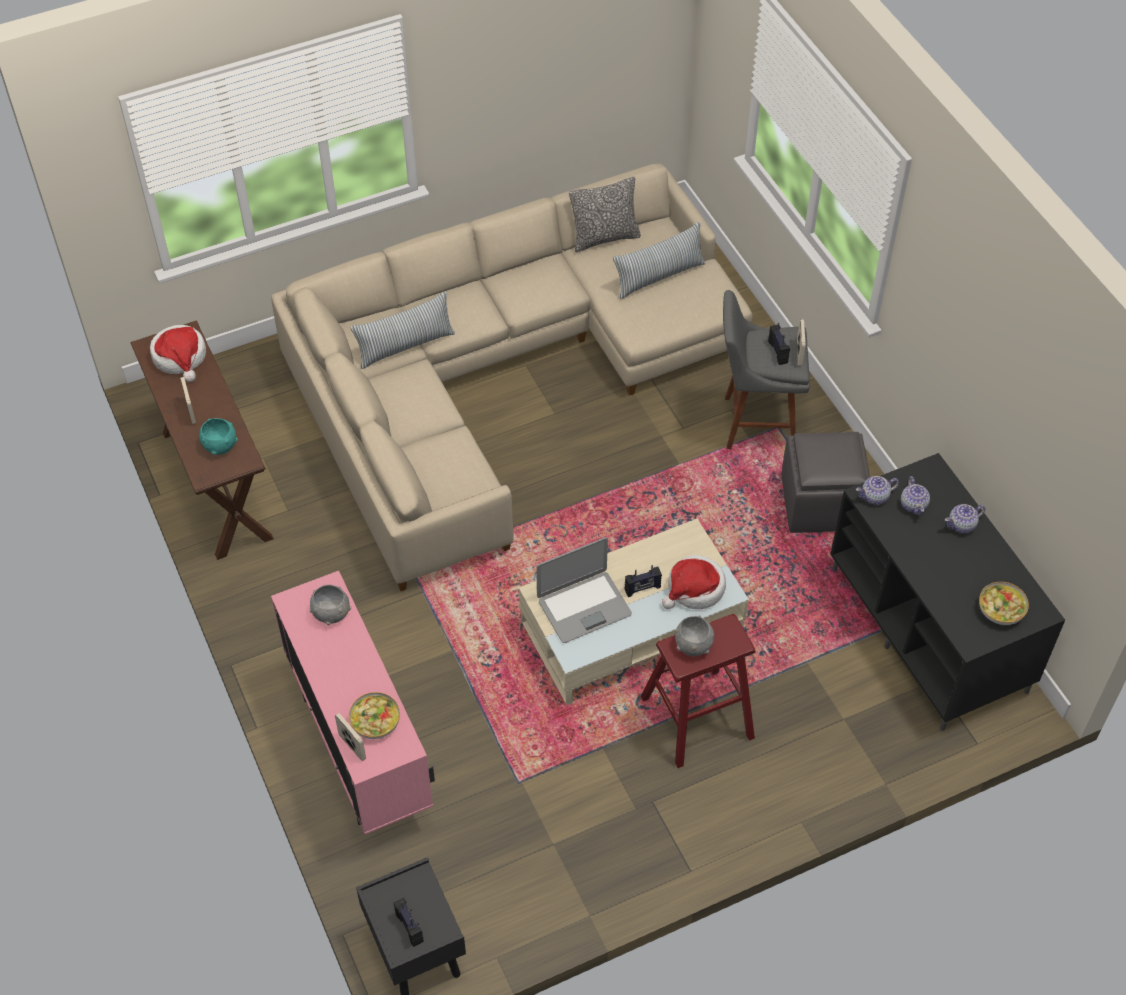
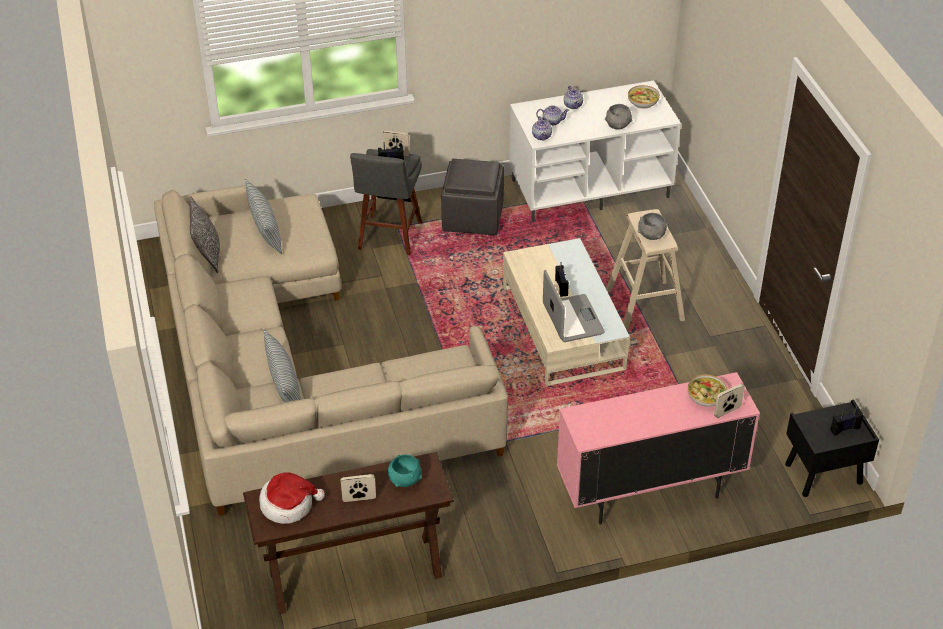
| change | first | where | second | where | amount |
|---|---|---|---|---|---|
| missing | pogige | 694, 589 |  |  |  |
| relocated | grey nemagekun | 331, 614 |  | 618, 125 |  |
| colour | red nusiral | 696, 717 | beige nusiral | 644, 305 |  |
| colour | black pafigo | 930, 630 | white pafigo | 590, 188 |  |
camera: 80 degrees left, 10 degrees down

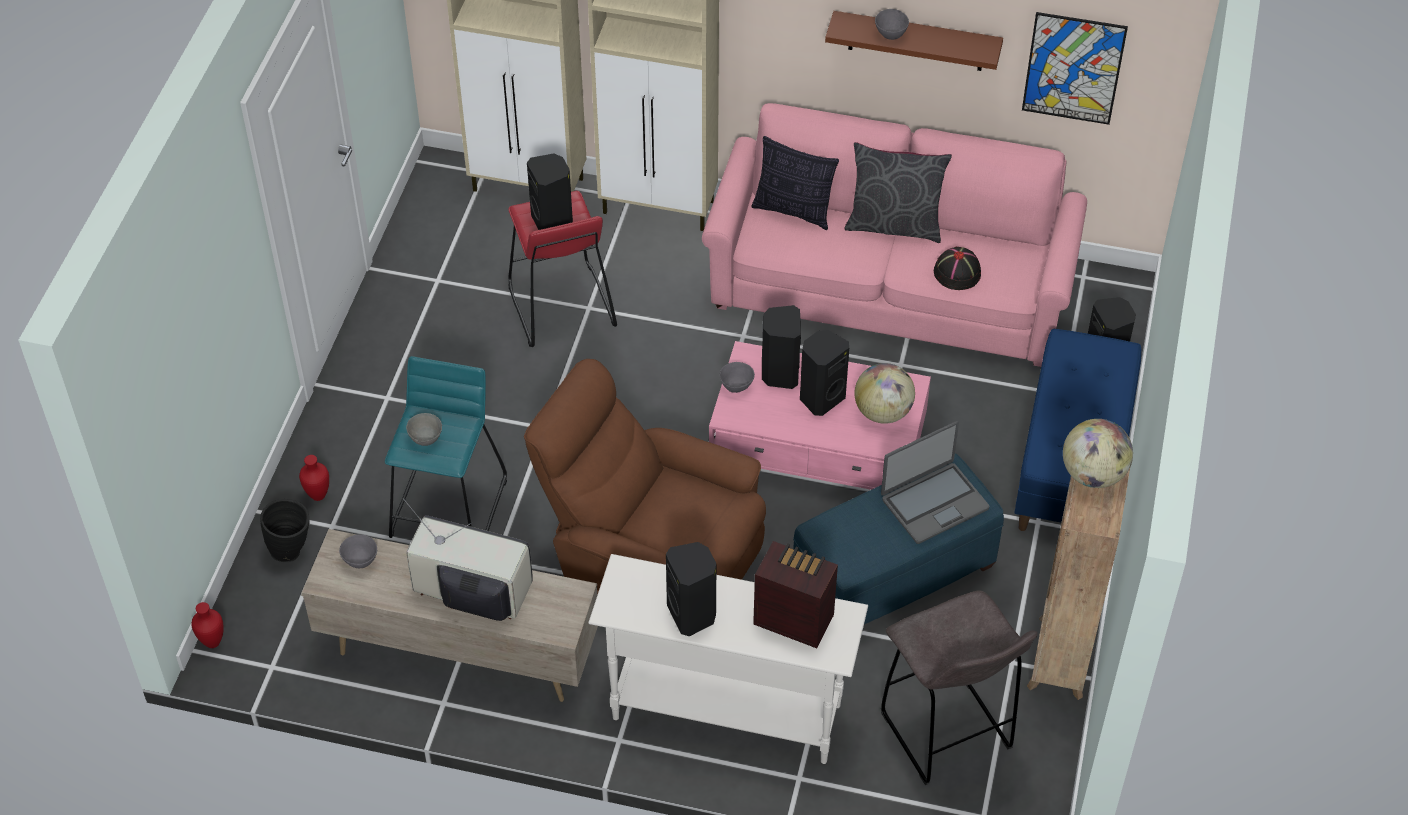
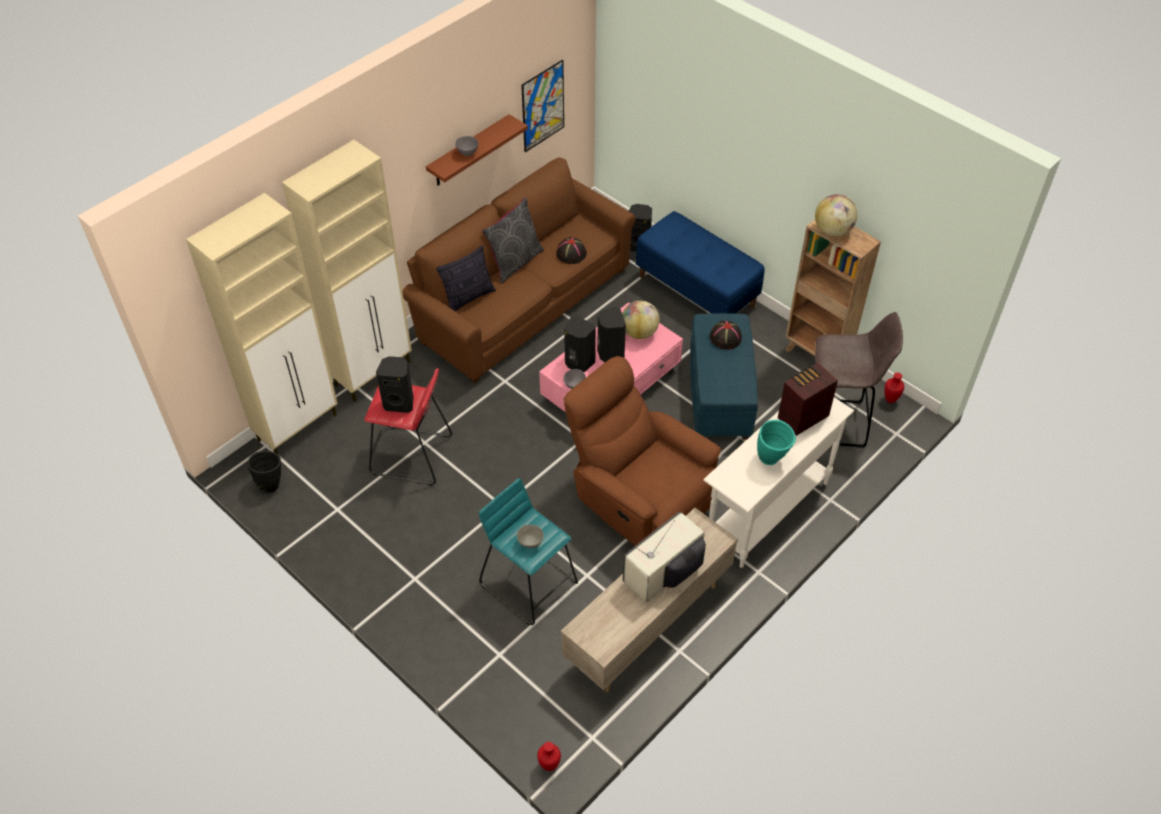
| change | first | where | second | where | amount |
|---|---|---|---|---|---|
| missing | grey nemagekun | 361, 561 |  |  |  |
| relocated | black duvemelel | 292, 550 |  | 271, 483 |  |
| relocated | red duvemelel | 319, 495 |  | 890, 399 |  |
| exchanged | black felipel | 693, 614 | turquoise duvemelel | 772, 460 |  |
| exchanged | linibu | 933, 503 | black pogige | 725, 337 |  |
| colour | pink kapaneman | 891, 288 | brown kapaneman | 521, 302 |  |
| spun | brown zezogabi | 651, 560 |  | 639, 498 | 75 degrees clockwise |
camera: 60 degrees left, 0 degrees up

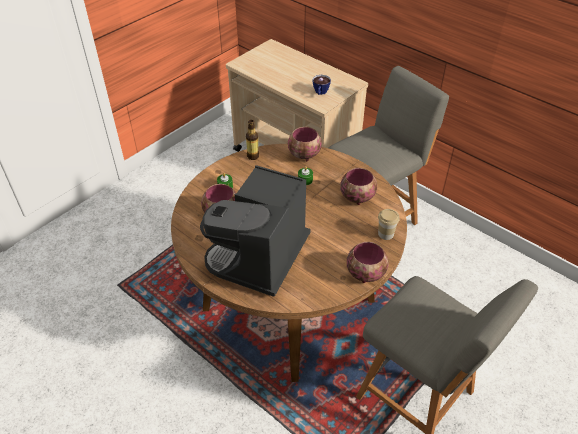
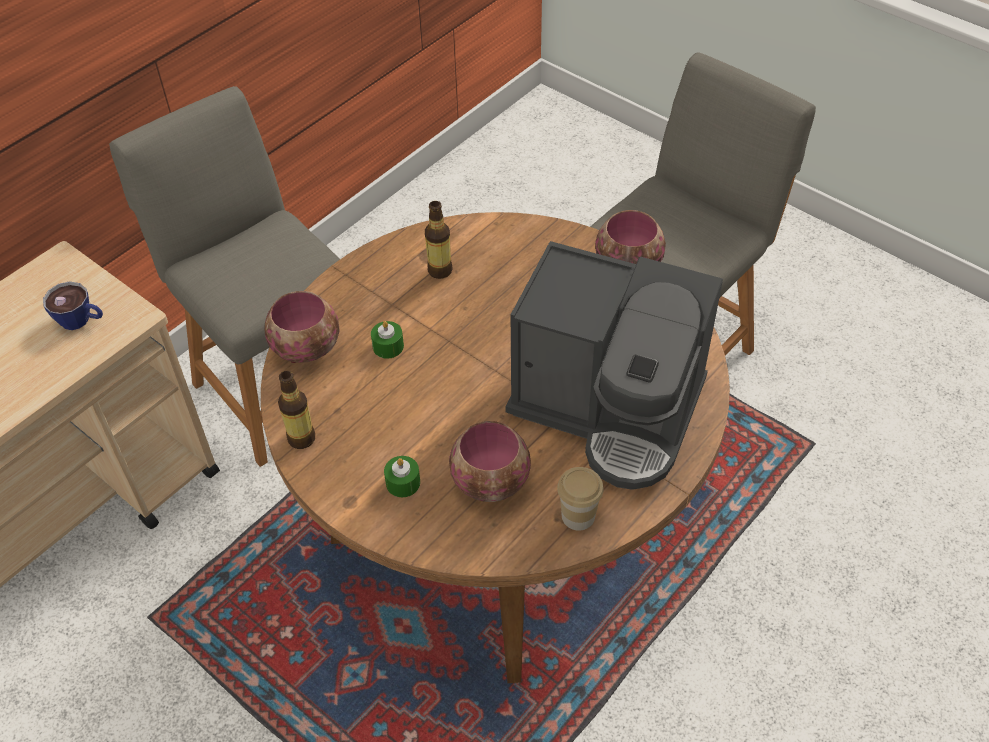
| change | first | where | second | where | amount |
|---|---|---|---|---|---|
| relocated | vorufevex | 386, 234 |  | 578, 516 |  |
| exchanged | nemagekun | 357, 197 | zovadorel | 440, 270 |  |
camera: 90 degrees left, 5 degrees up

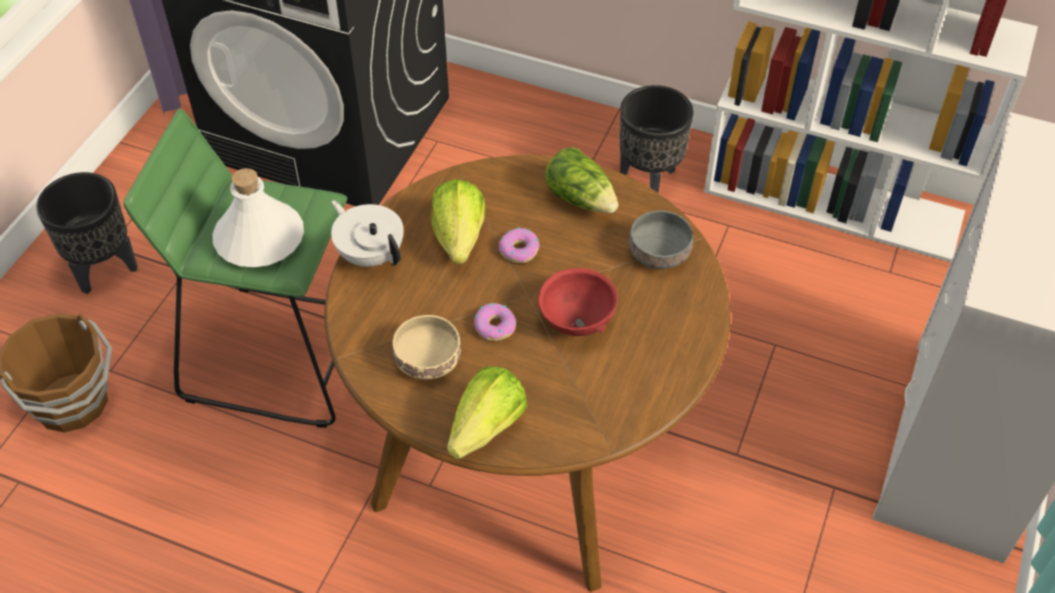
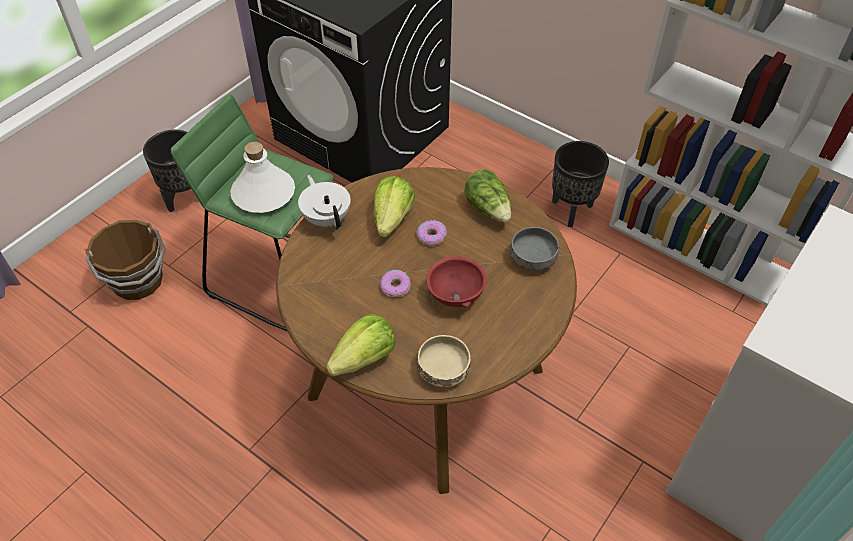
| change | first | where | second | where | amount |
|---|---|---|---|---|---|
| relocated | beige nemagekun | 429, 359 |  | 445, 369 |  |
camera: 15 degrees right, 0 degrees up

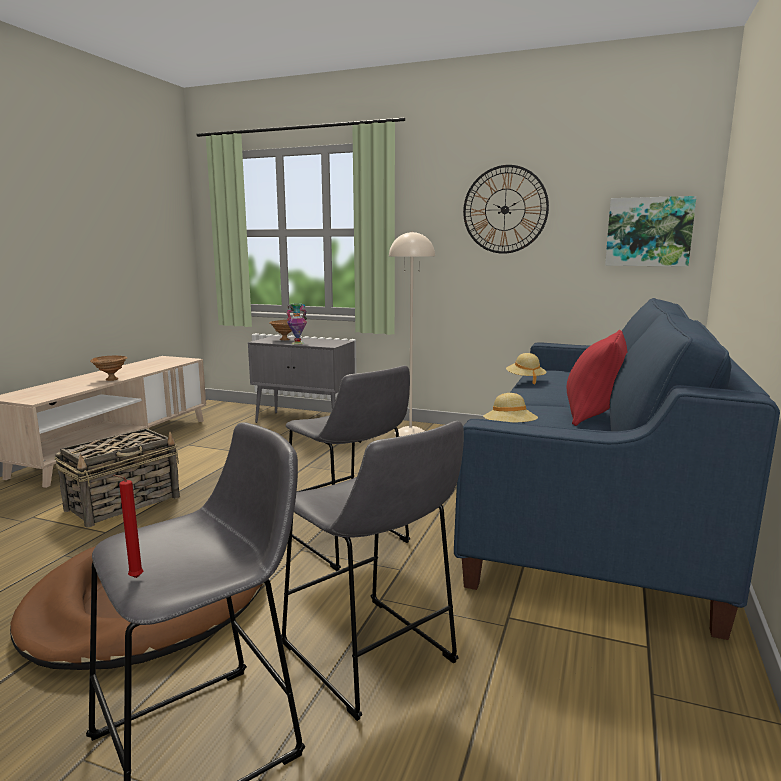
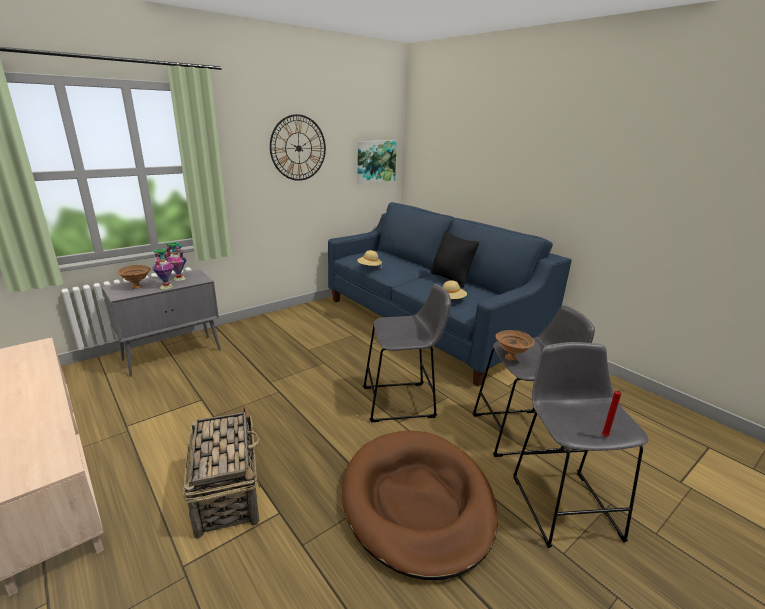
| change | first | where | second | where | amount |
|---|---|---|---|---|---|
| missing | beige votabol | 410, 432 |  |  |  |
| appeared |  |  | duvemelel | 179, 278 |  |
| relocated | brown nemagekun | 111, 379 |  | 512, 358 |  |
| colour | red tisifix | 593, 415 | black tisifix | 451, 279 |  |
camera: 60 degrees left, 10 degrees up

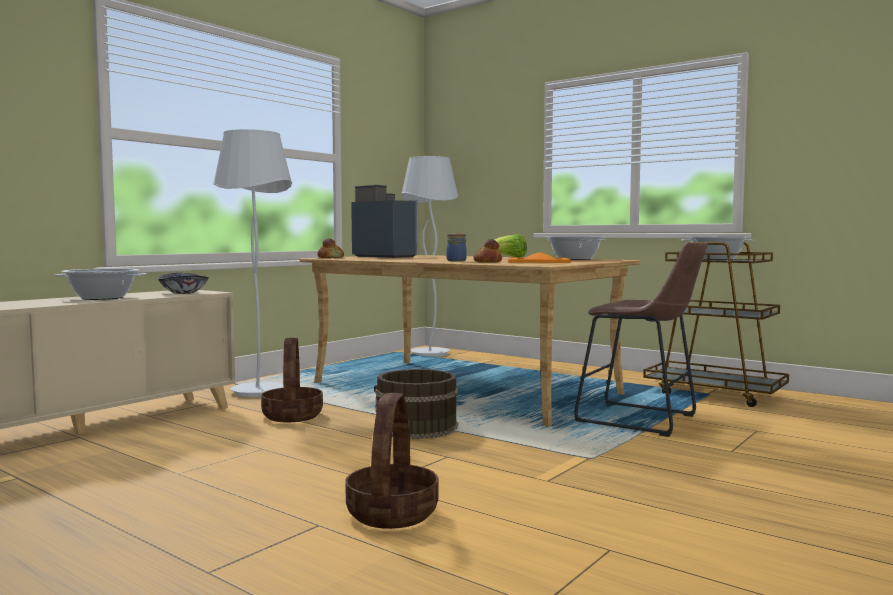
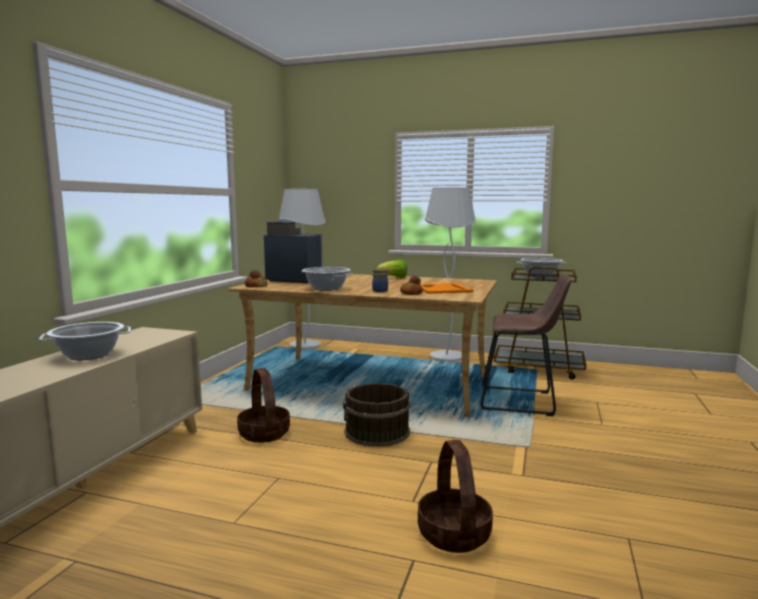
| change | first | where | second | where | amount |
|---|---|---|---|---|---|
| missing | nemagekun | 183, 293 |  |  |  |
| relocated | white votabol | 257, 392 |  | 446, 357 |  |
| relocated | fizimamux | 574, 259 |  | 326, 288 |  |
camera: 20 degrees left, 5 degrees up

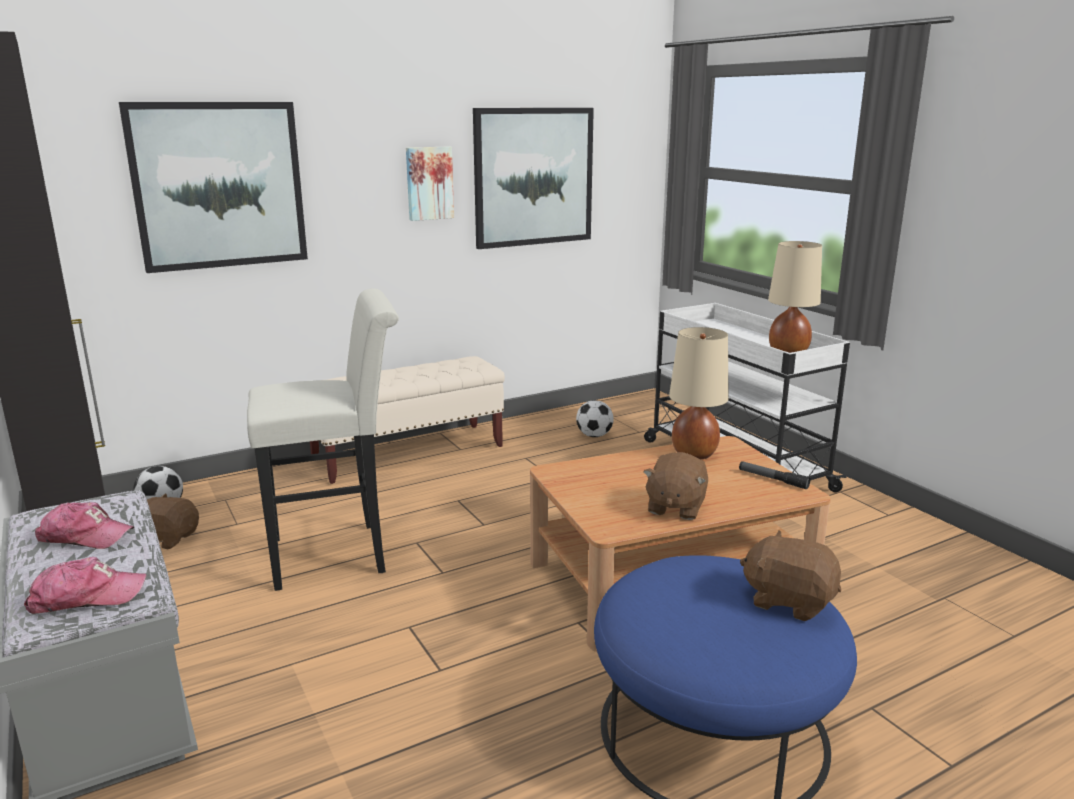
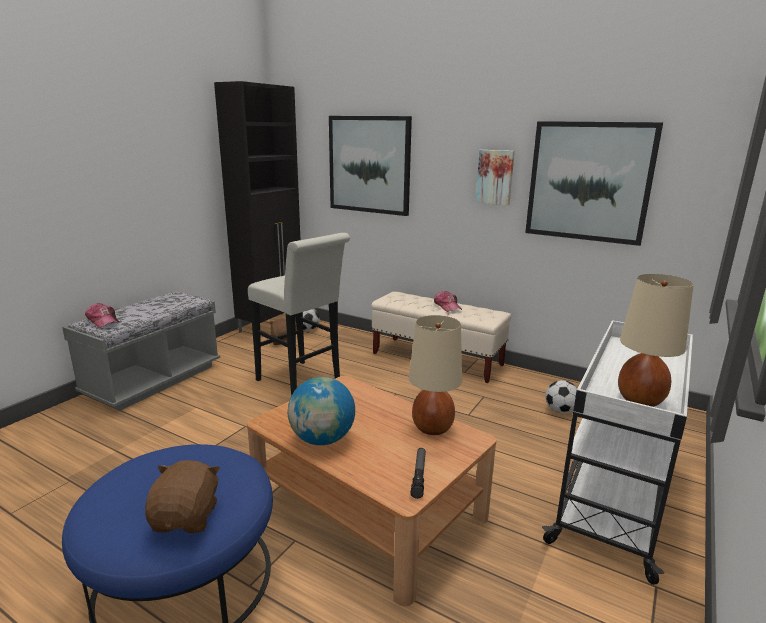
| change | first | where | second | where | amount |
|---|---|---|---|---|---|
| relocated | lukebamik | 85, 536 |  | 447, 306 |  |
| exchanged | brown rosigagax | 675, 507 | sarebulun | 322, 439 |  |
camera: 60 degrees right, 0 degrees up

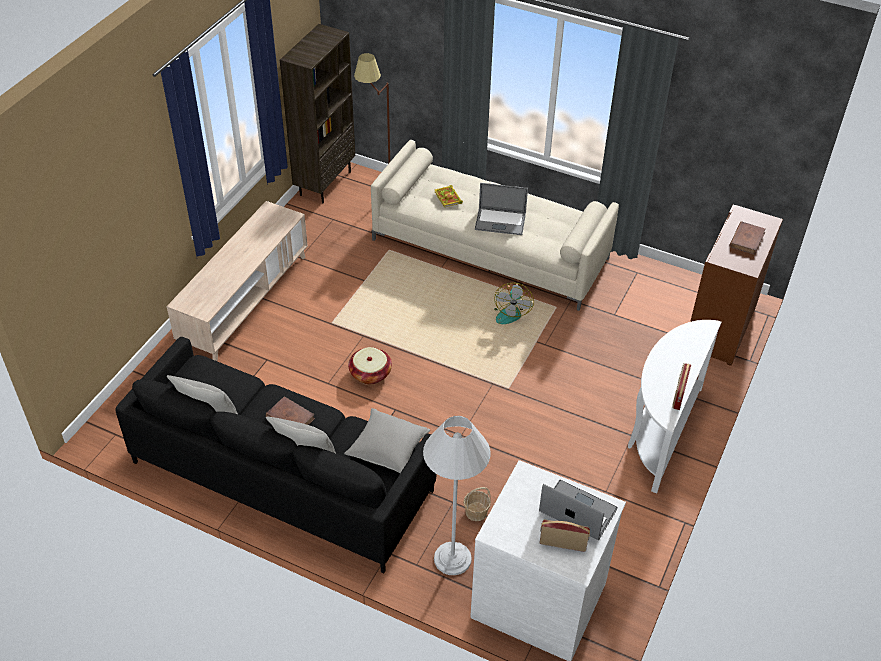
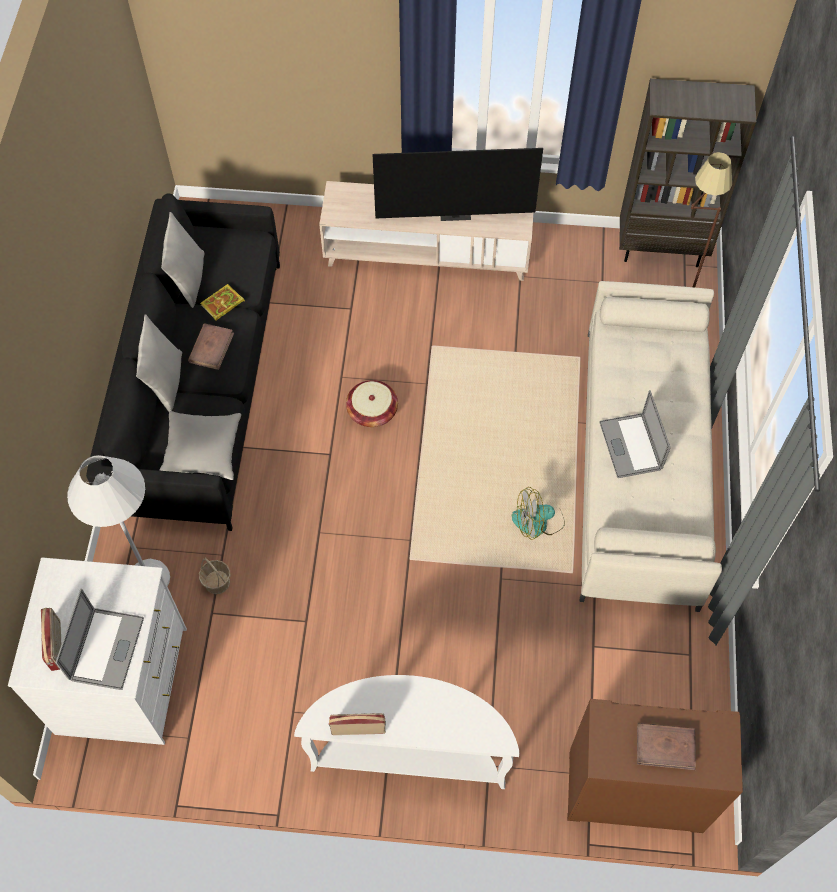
| change | first | where | second | where | amount |
|---|---|---|---|---|---|
| appeared |  |  | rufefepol | 455, 212 |  |
| relocated | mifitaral | 448, 198 |  | 222, 304 |  |
camera: 70 degrees right, 15 degrees up

